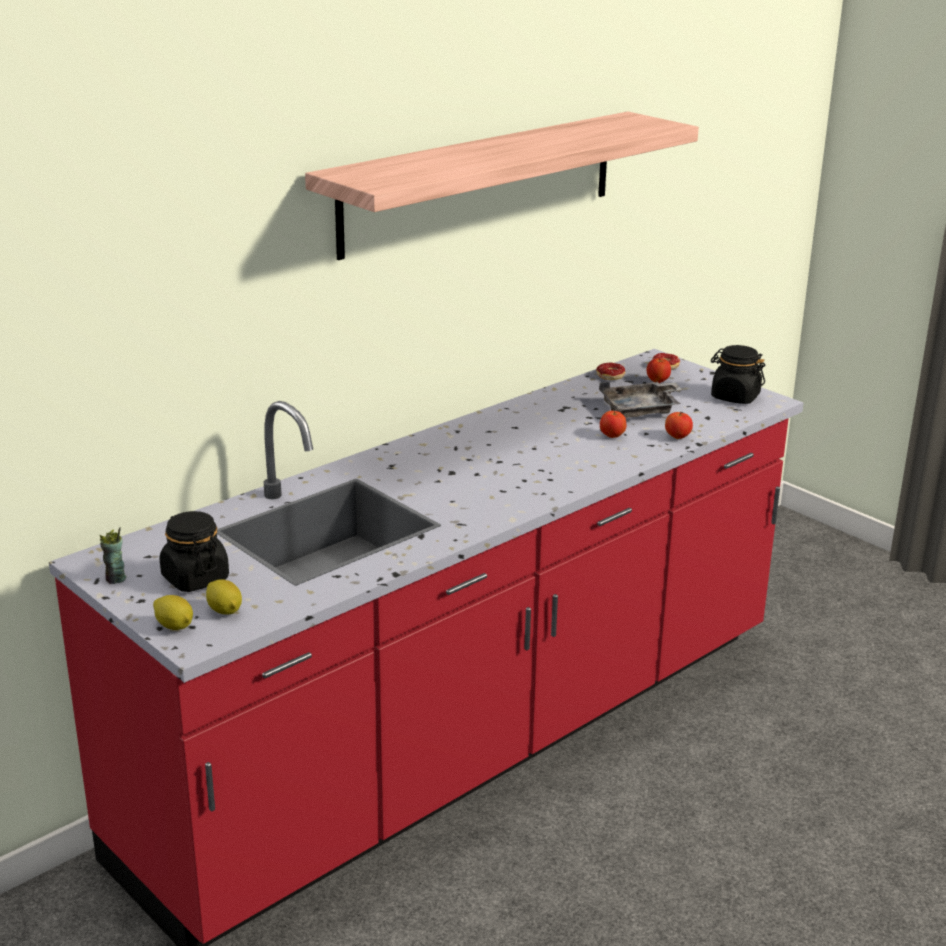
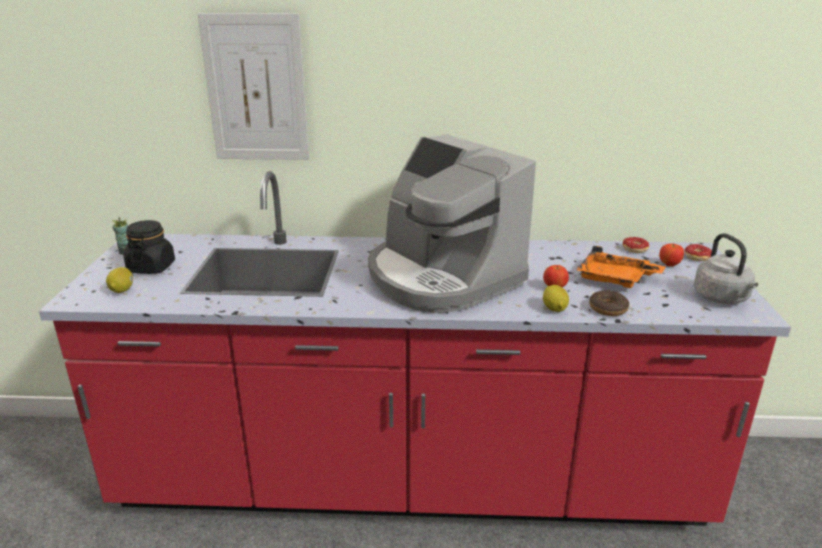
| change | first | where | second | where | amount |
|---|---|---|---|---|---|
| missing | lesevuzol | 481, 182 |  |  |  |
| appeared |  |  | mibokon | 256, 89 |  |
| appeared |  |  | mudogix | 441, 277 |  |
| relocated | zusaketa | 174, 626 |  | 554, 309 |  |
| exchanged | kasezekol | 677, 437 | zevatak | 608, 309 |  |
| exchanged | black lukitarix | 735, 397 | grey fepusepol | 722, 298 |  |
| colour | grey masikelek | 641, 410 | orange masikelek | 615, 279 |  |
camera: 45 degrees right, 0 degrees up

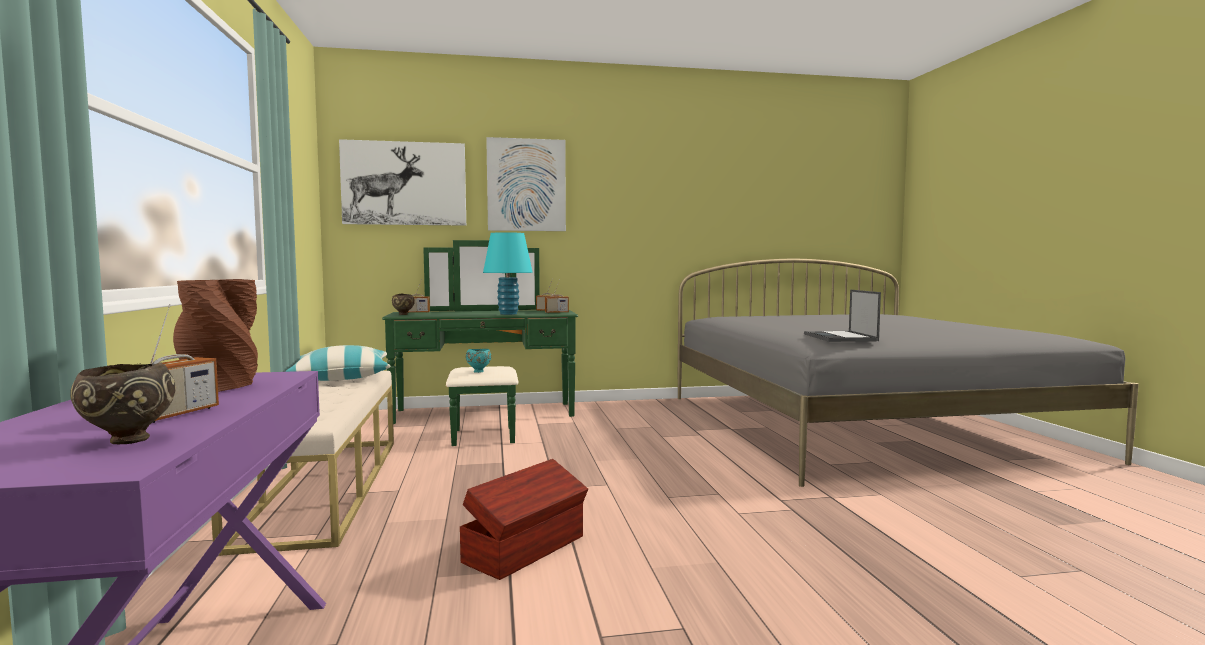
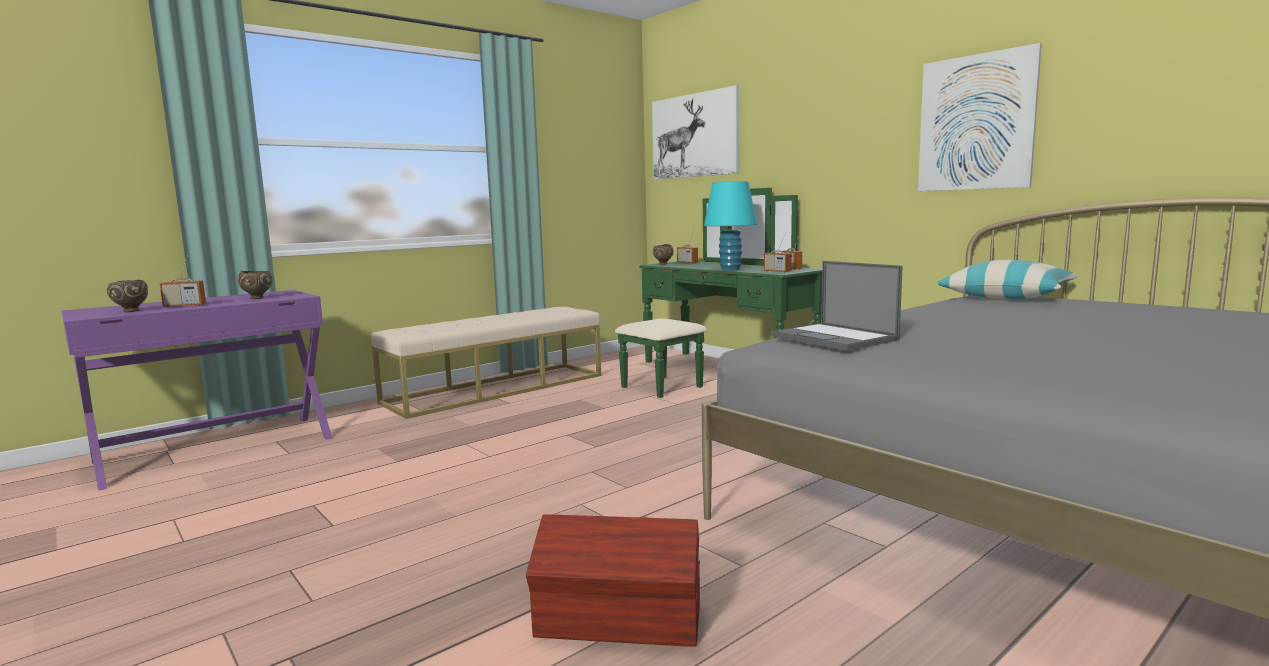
| change | first | where | second | where | amount |
|---|---|---|---|---|---|
| missing | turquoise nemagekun | 479, 371 |  |  |  |
| relocated | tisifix | 341, 377 |  | 1007, 297 |  |
| relocated | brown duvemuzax | 527, 549 |  | 620, 622 |  |
| relocated | mibokon | 526, 185 |  | 975, 123 |  |
| exchanged | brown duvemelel | 220, 387 | brown nemagekun | 258, 298 |  |
| spun | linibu | 840, 337 |  | 835, 338 | 90 degrees counterclockwise |
camera: 60 degrees right, 5 degrees up

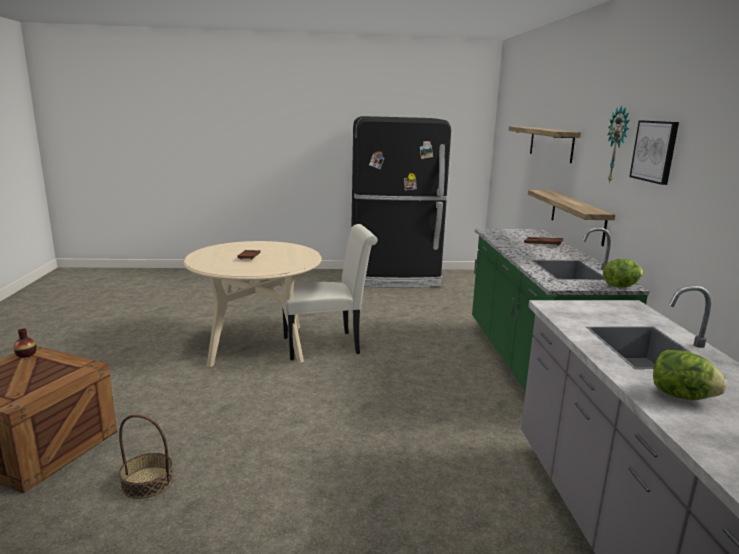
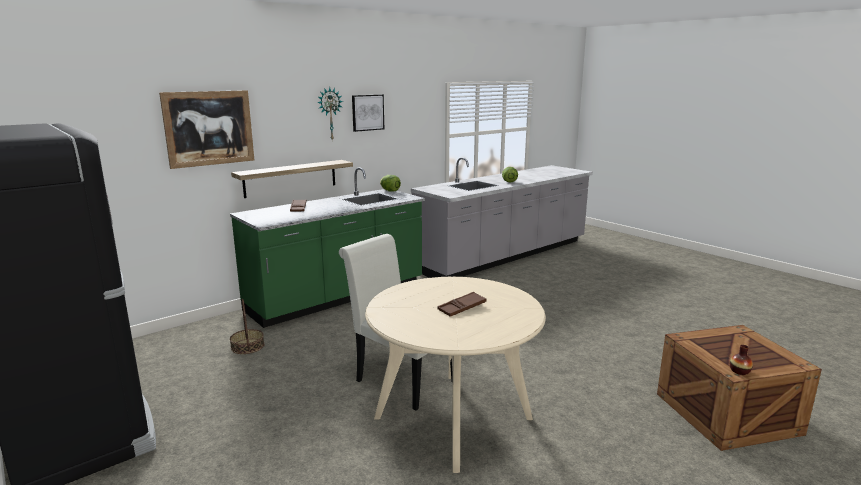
| change | first | where | second | where | amount |
|---|---|---|---|---|---|
| relocated | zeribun | 147, 482 |  | 247, 346 |  |
| exchanged | lesevuzol | 551, 143 | mibokon | 209, 128 |  |
camera: 125 degrees left, 0 degrees up

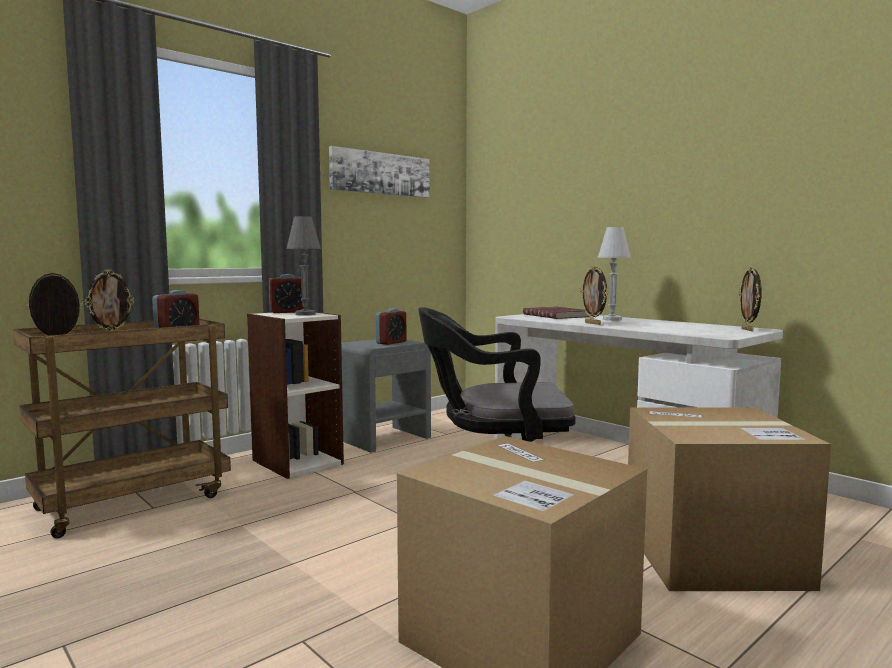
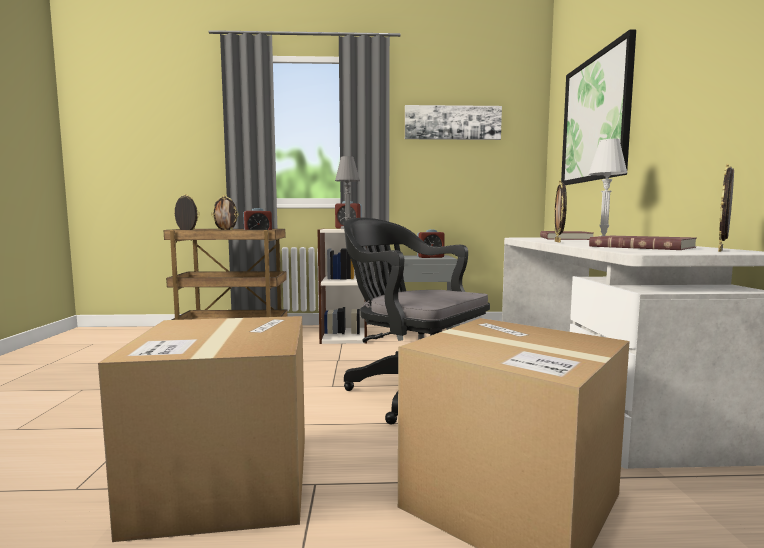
| change | first | where | second | where | amount |
|---|---|---|---|---|---|
| appeared |  |  | mibokon | 596, 119 |  |
| appeared |  |  | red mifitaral | 642, 246 |  |
camera: 40 degrees right, 0 degrees up

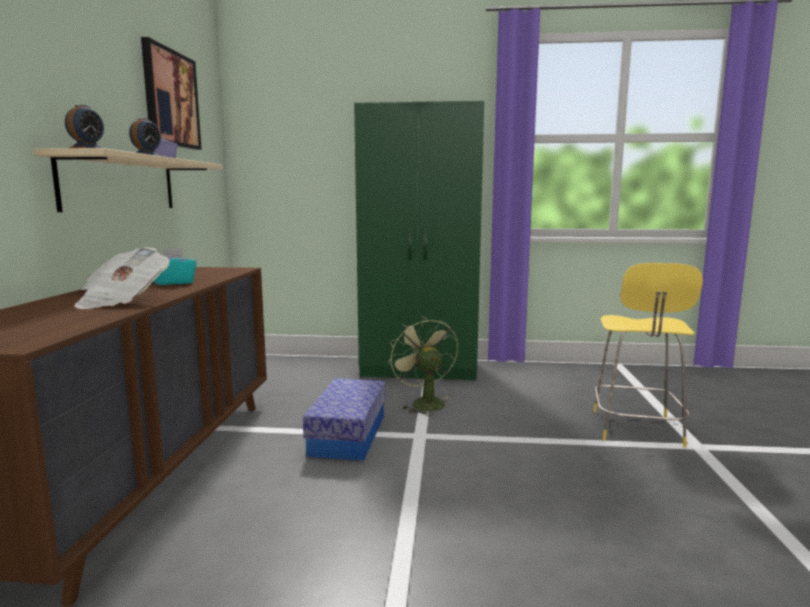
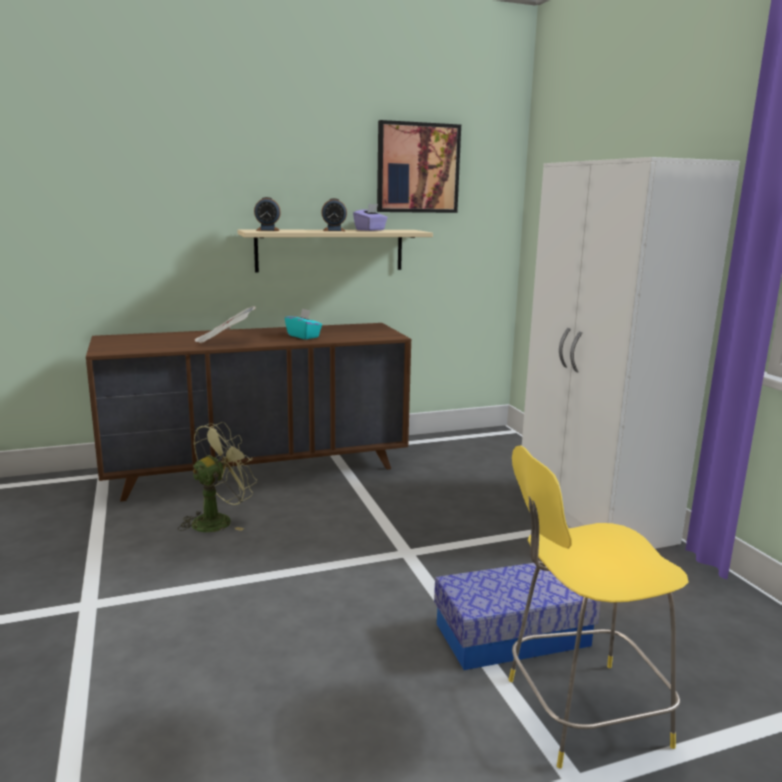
| change | first | where | second | where | amount |
|---|---|---|---|---|---|
| relocated | duvemuzax | 348, 435 |  | 512, 634 |  |
| relocated | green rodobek | 423, 403 |  | 218, 520 |  |
| colour | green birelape | 420, 369 | white birelape | 593, 516 |  |
camera: 65 degrees right, 5 degrees up

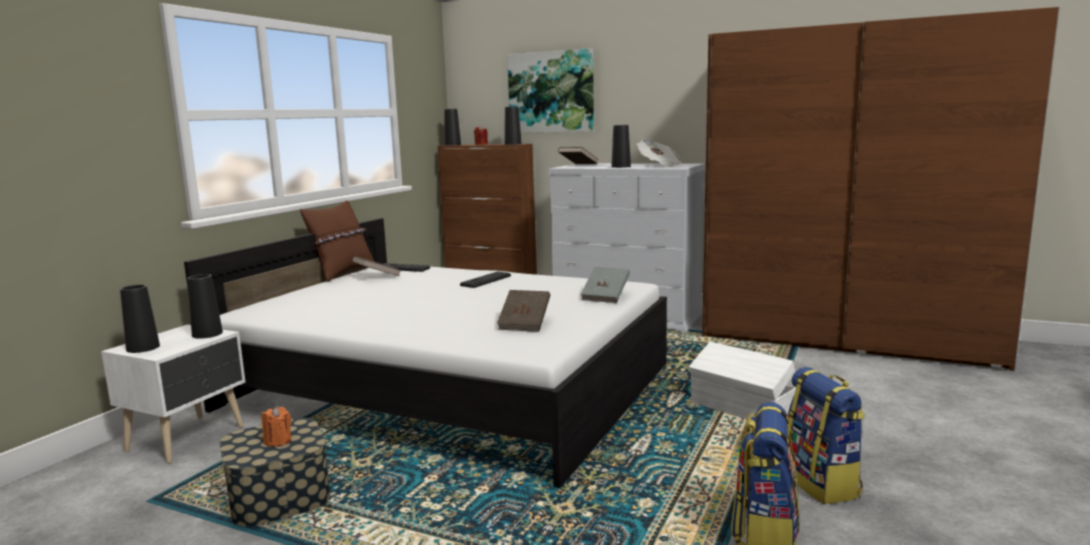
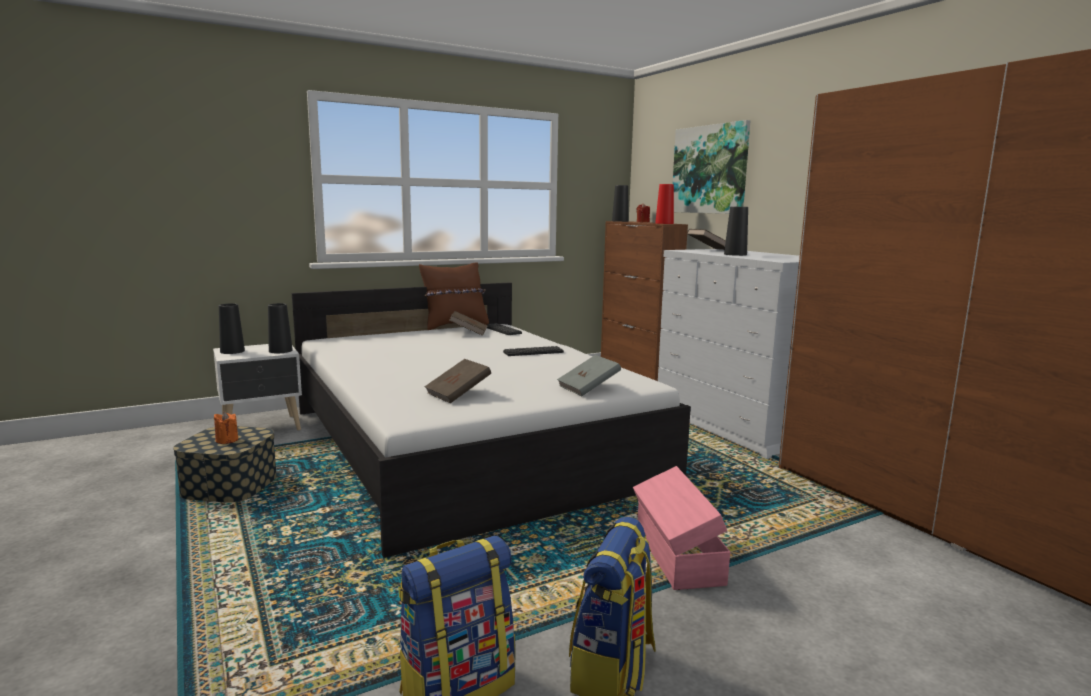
| change | first | where | second | where | amount |
|---|---|---|---|---|---|
| missing | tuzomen | 659, 165 |  |  |  |
| colour | black duvemelel | 513, 144 | red duvemelel | 664, 223 |  |
| colour | white duvemuzax | 741, 409 | pink duvemuzax | 677, 557 |  |
camera: 35 degrees right, 0 degrees up

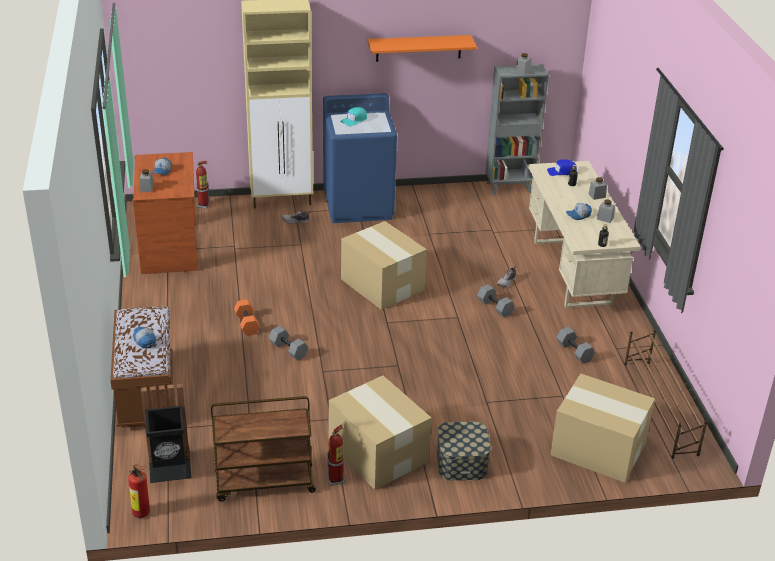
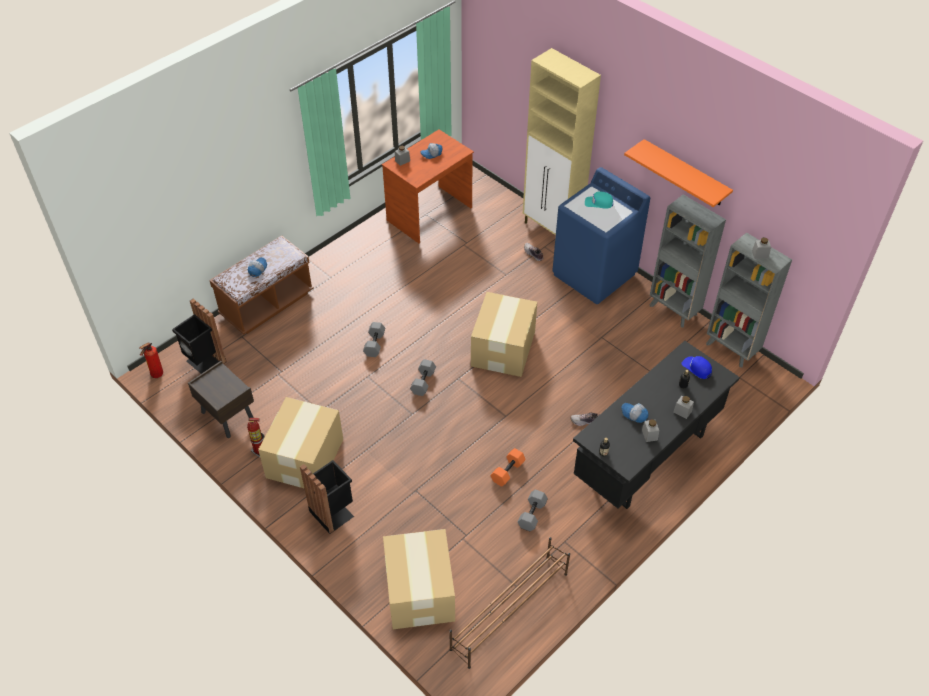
| change | first | where | second | where | amount |
|---|---|---|---|---|---|
| missing | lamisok | 203, 205 |  |  |  |
| appeared |  |  | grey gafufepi | 674, 310 |  |
| relocated | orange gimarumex | 246, 324 |  | 507, 471 |  |
| relocated | grey gimarumex | 494, 307 |  | 423, 382 |  |
| exchanged | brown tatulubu | 264, 483 | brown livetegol | 227, 416 |  |
| exchanged | duvemuzax | 461, 463 | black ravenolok | 333, 512 |  |
| colour | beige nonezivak | 573, 272 | black nonezivak | 646, 458 |  |
camera: 55 degrees right, 15 degrees up

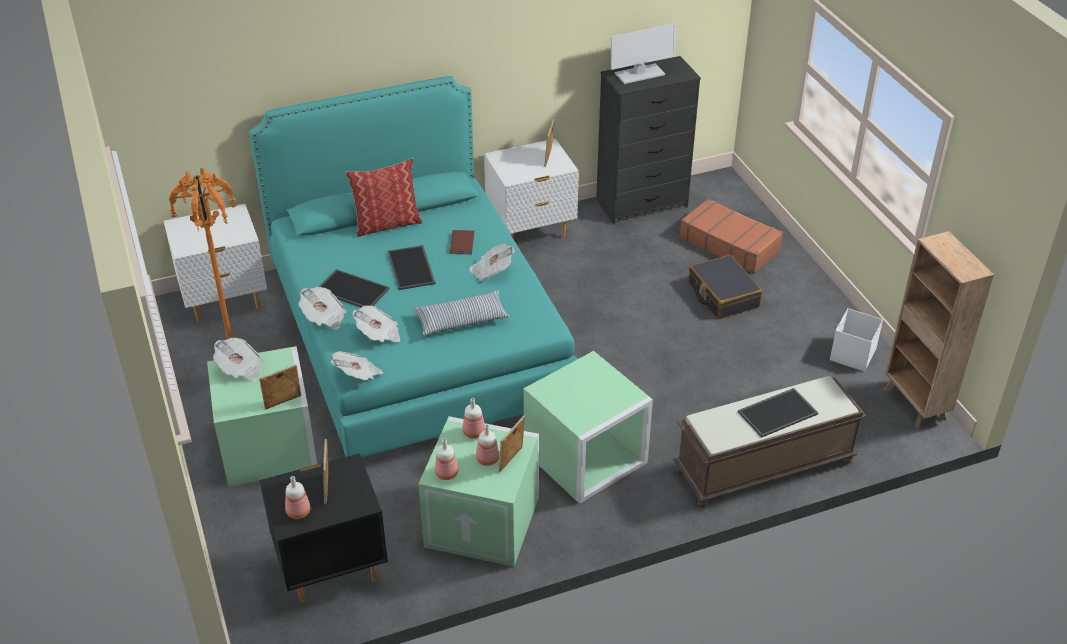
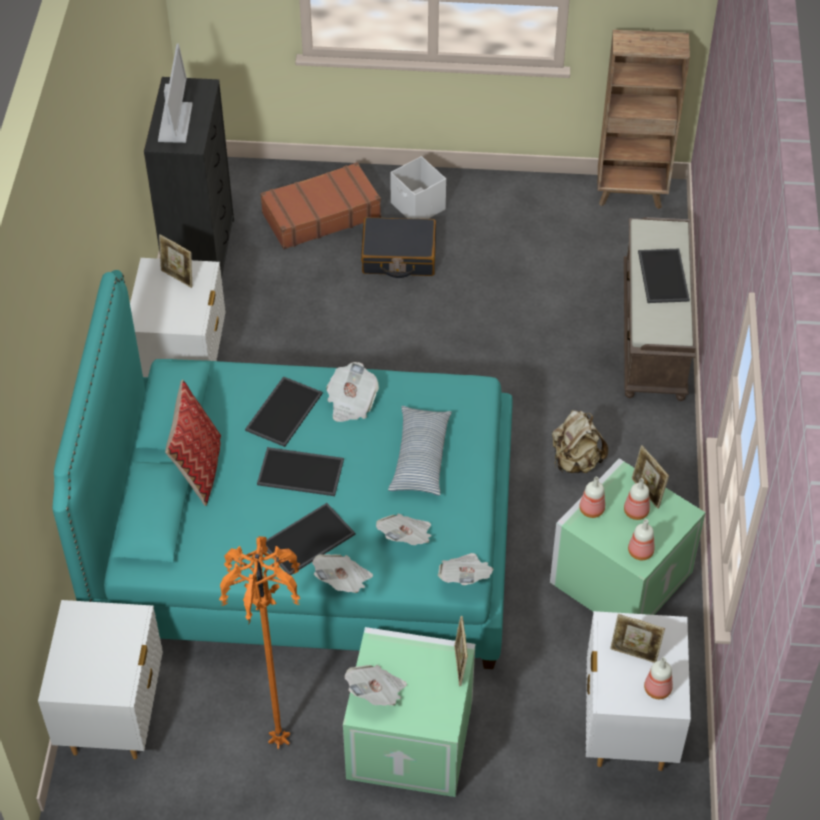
| change | first | where | second | where | amount |
|---|---|---|---|---|---|
| relocated | white duvemuzax | 852, 355 |  | 418, 207 |  |
| exchanged | brown mifitaral | 463, 243 | masikelek | 283, 411 |  |
| exchanged | green duvemuzax | 585, 458 | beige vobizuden | 575, 461 |  |
| colour | black livetegol | 331, 570 | white livetegol | 628, 730 |  |
camera: 65 degrees left, 10 degrees up

